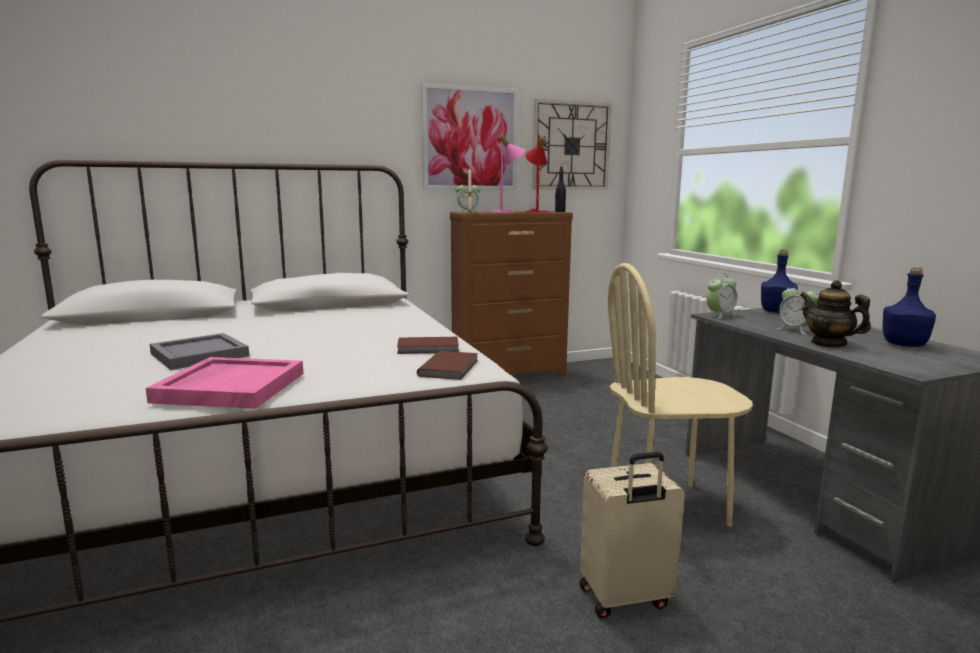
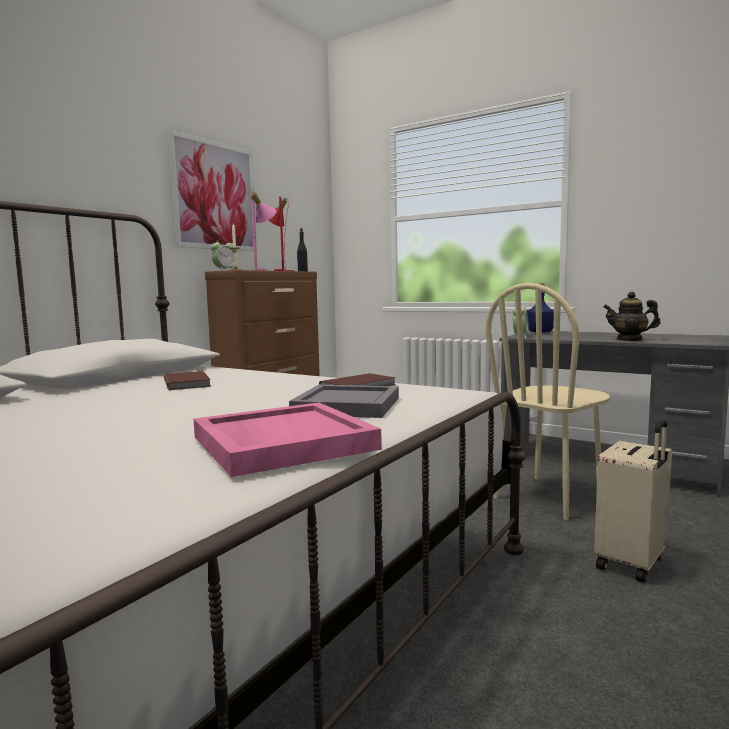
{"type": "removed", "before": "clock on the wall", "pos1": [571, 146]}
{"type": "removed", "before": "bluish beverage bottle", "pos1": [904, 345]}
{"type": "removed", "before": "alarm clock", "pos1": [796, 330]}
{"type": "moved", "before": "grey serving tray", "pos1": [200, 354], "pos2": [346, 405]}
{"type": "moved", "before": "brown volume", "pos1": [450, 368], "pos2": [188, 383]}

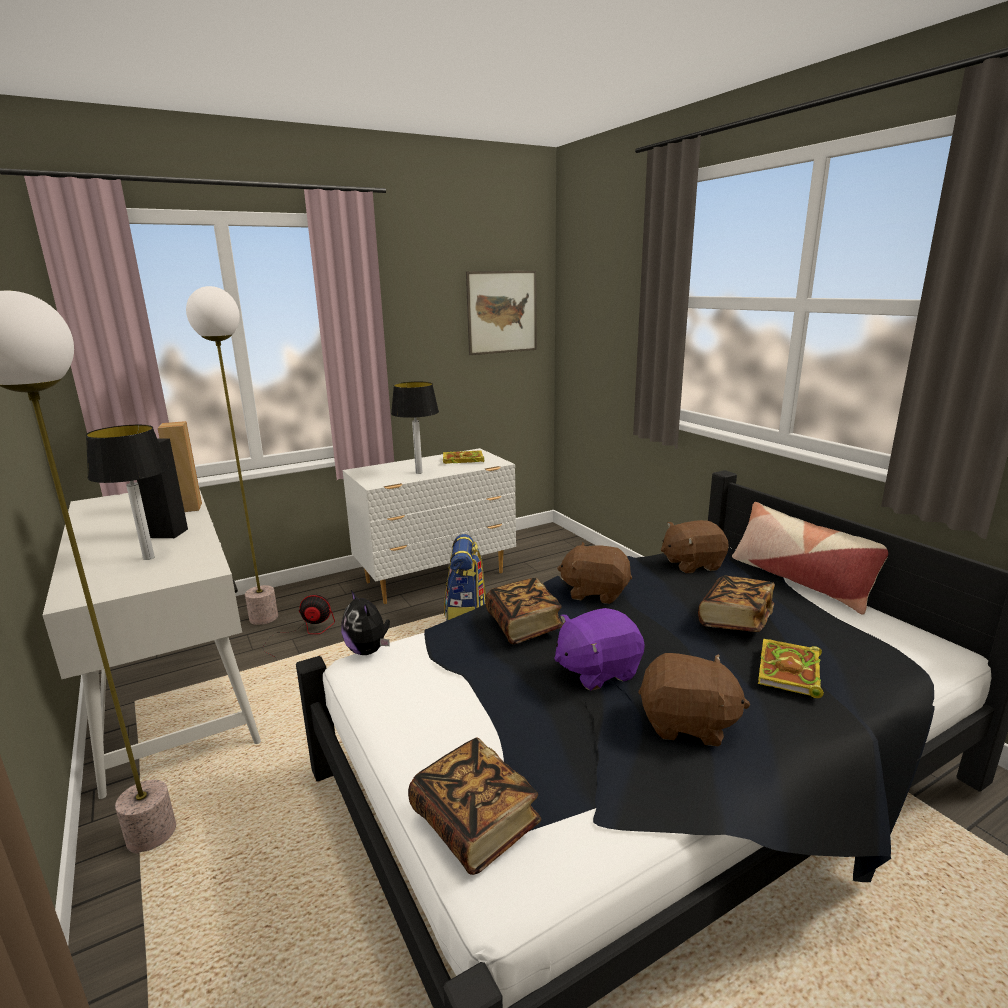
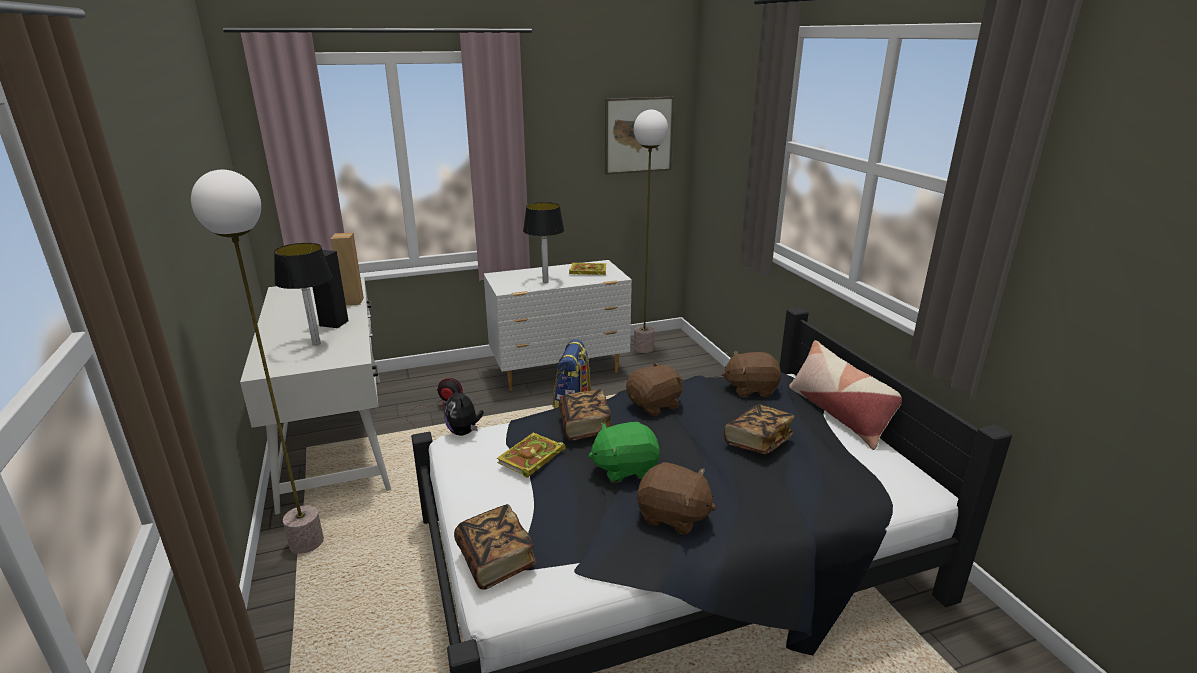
{"type": "moved", "before": "standing lamp", "pos1": [264, 617], "pos2": [644, 348]}
{"type": "turned", "before": "brown cuddly toy", "pos1": [595, 592], "pos2": [655, 405], "turn": 120}
{"type": "recoloured", "before": "purplish cuddly toy", "after": "green-coloured cuddly toy", "pos1": [597, 670], "pos2": [625, 468]}
{"type": "moved", "before": "volume", "pos1": [790, 672], "pos2": [530, 458]}

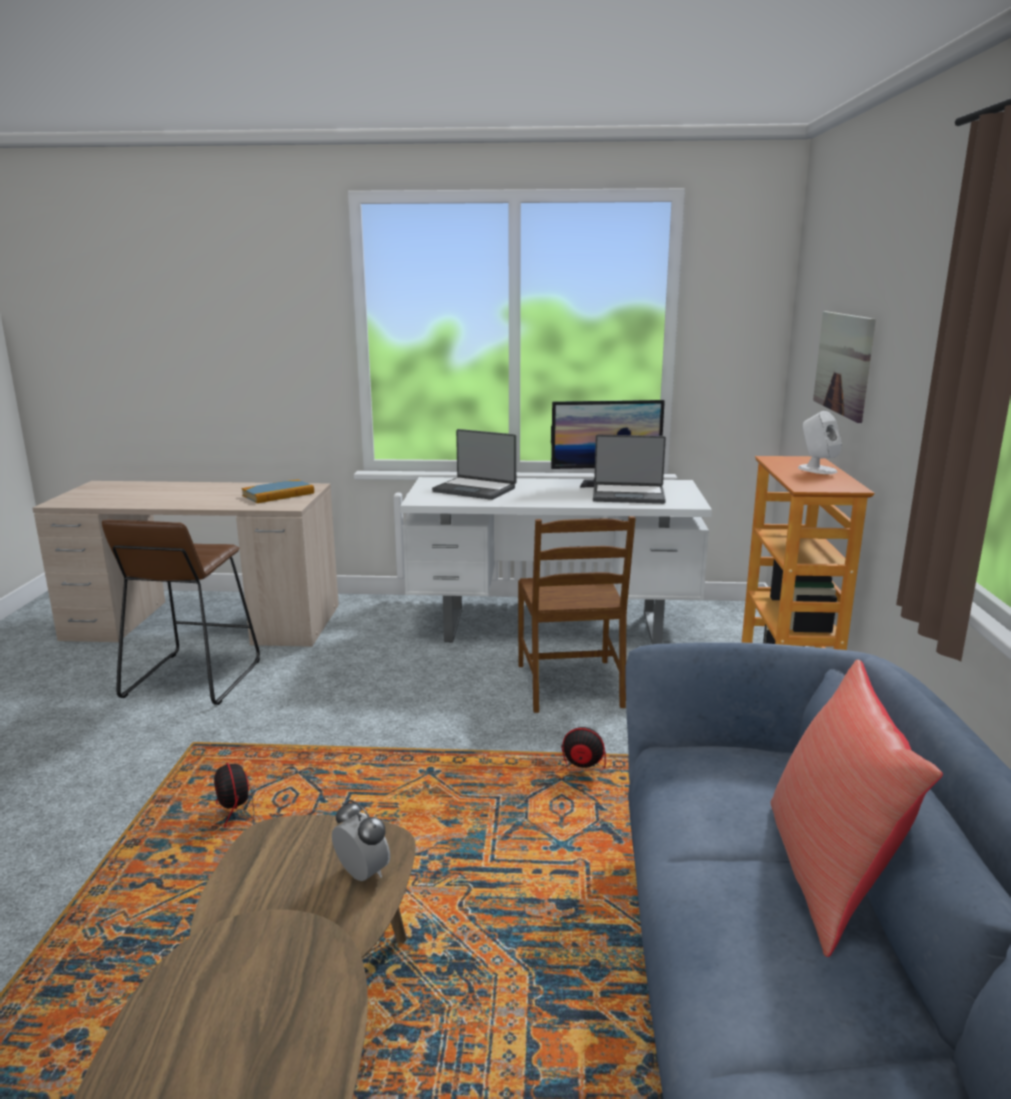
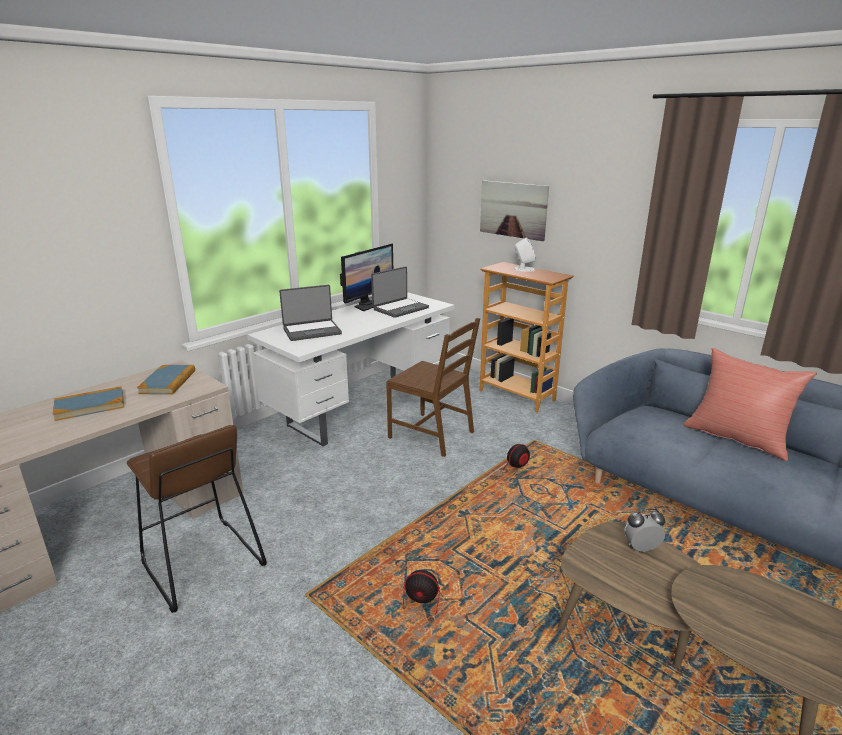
{"type": "added", "after": "volume", "pos2": [90, 406]}

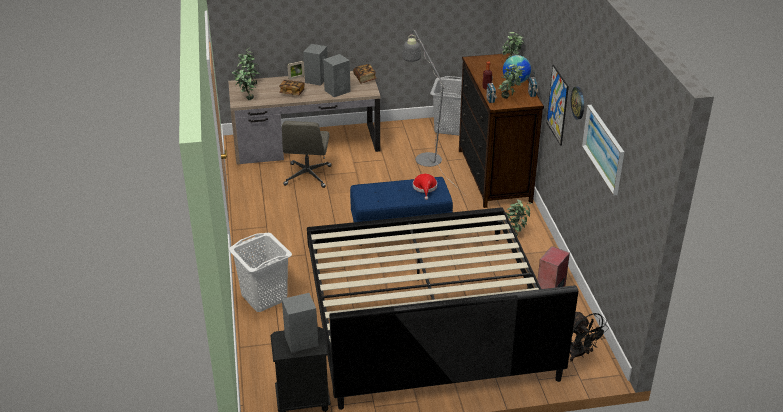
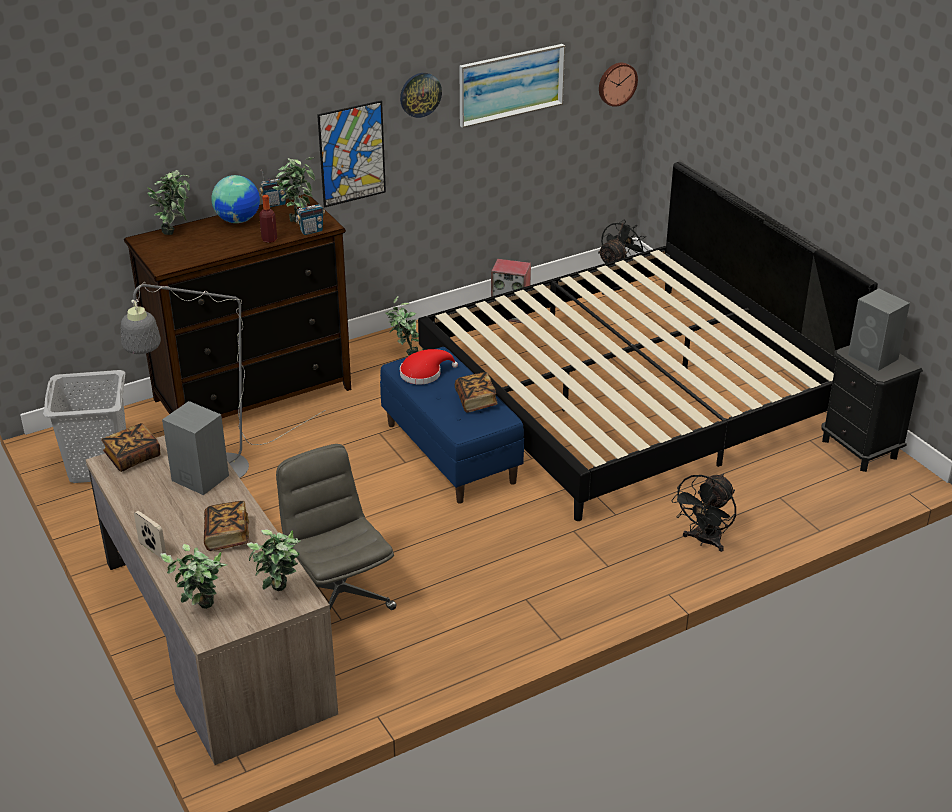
{"type": "removed", "before": "grey audio speaker", "pos1": [317, 79]}
{"type": "turned", "before": "grey desk chair", "pos1": [307, 176], "pos2": [338, 597], "turn": -105}
{"type": "replaced", "before": "whitish laundry basket", "after": "blackish fan", "pos1": [264, 298], "pos2": [704, 541]}
{"type": "added", "after": "clock on the wall", "pos2": [616, 83]}
{"type": "added", "after": "volume", "pos2": [476, 401]}

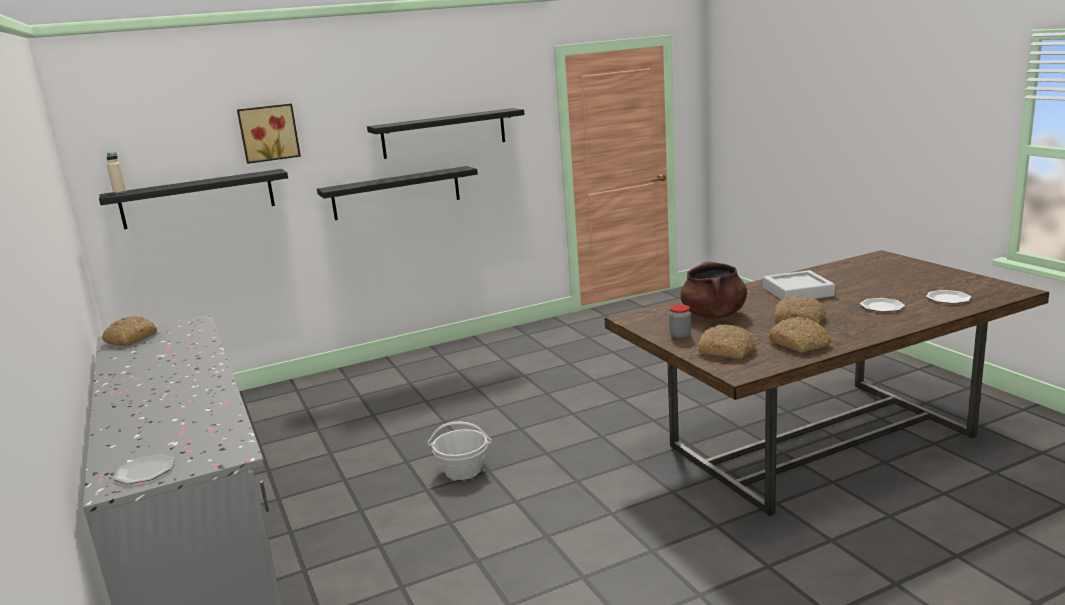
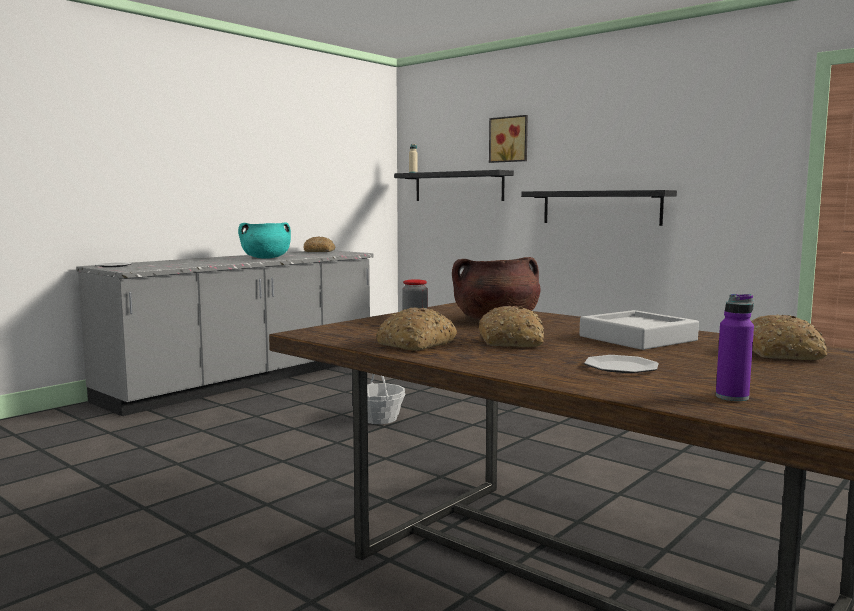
{"type": "removed", "before": "blackish shelf", "pos1": [444, 133]}
{"type": "replaced", "before": "dinner plate", "after": "purplish beverage bottle", "pos1": [948, 298], "pos2": [732, 397]}
{"type": "moved", "before": "bread", "pos1": [727, 351], "pos2": [782, 353]}
{"type": "added", "after": "turquoise-coloured cooking pot", "pos2": [266, 258]}

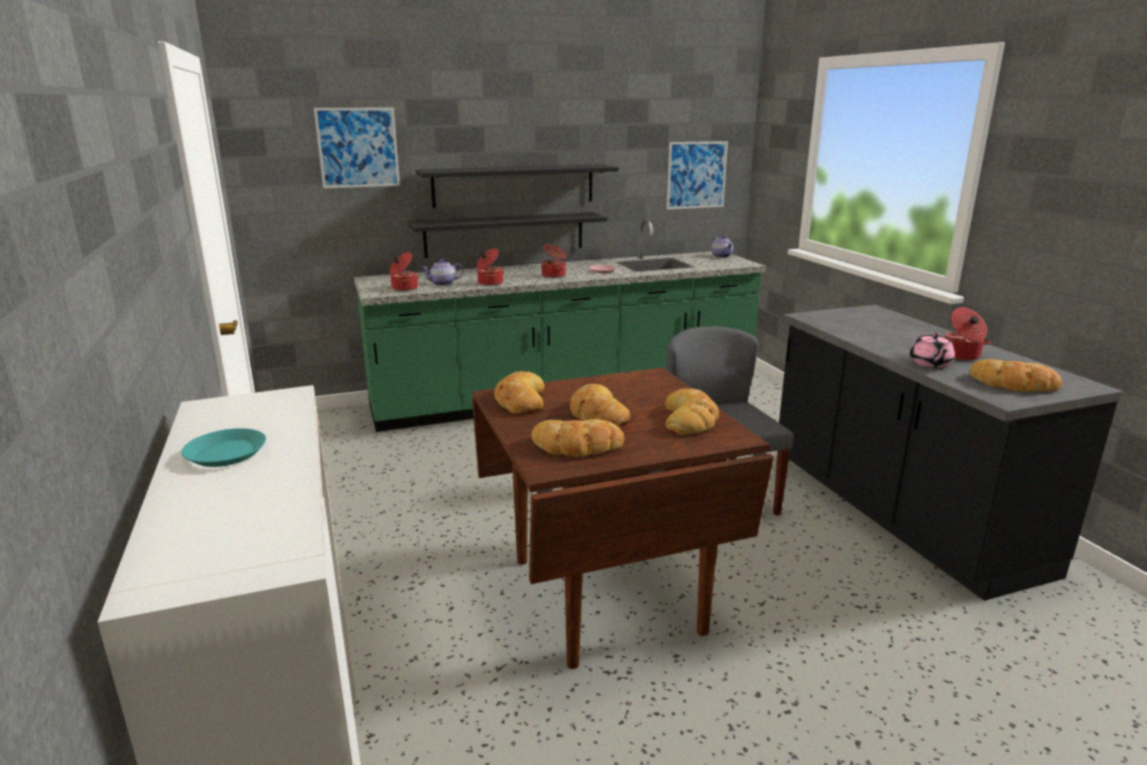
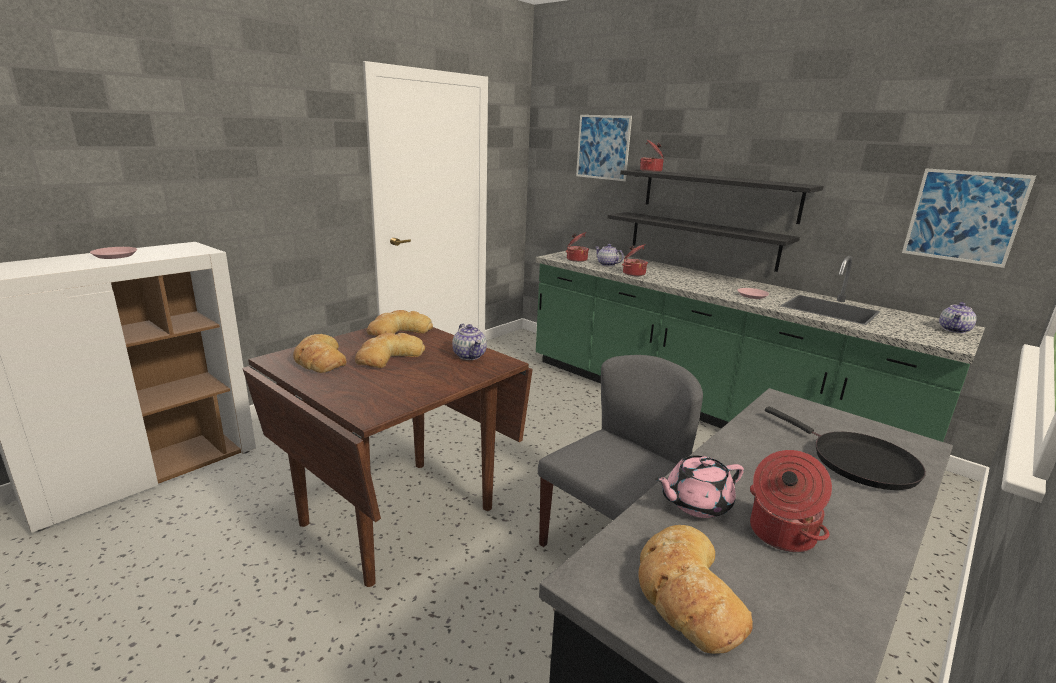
{"type": "moved", "before": "cooking pot", "pos1": [554, 275], "pos2": [651, 171]}
{"type": "removed", "before": "bread", "pos1": [690, 419]}
{"type": "recoloured", "before": "turquoise-coloured dinner plate", "after": "pink dinner plate", "pos1": [225, 453], "pos2": [115, 255]}
{"type": "added", "after": "tea pot", "pos2": [470, 356]}
{"type": "added", "after": "blackish pan", "pos2": [857, 462]}

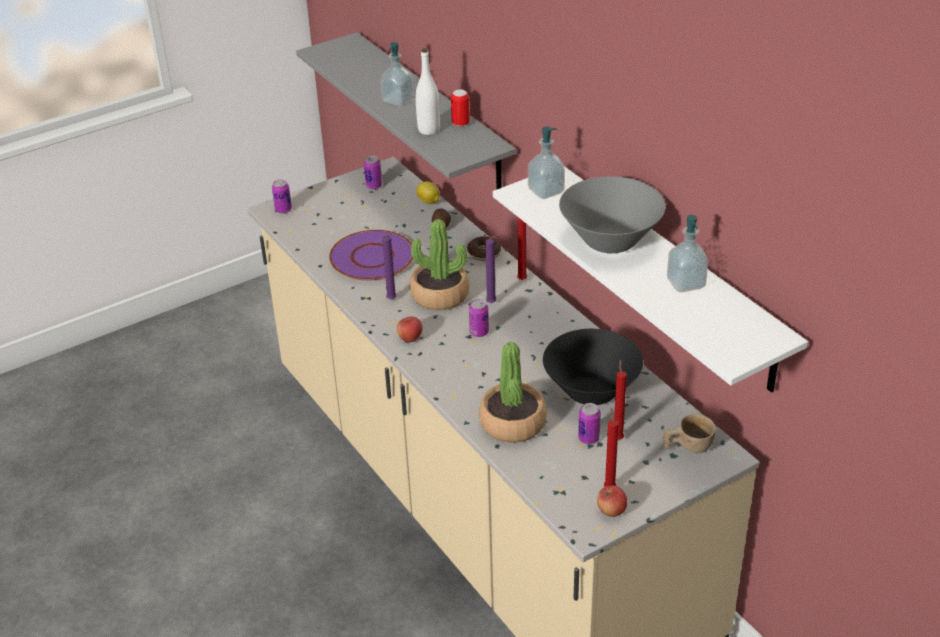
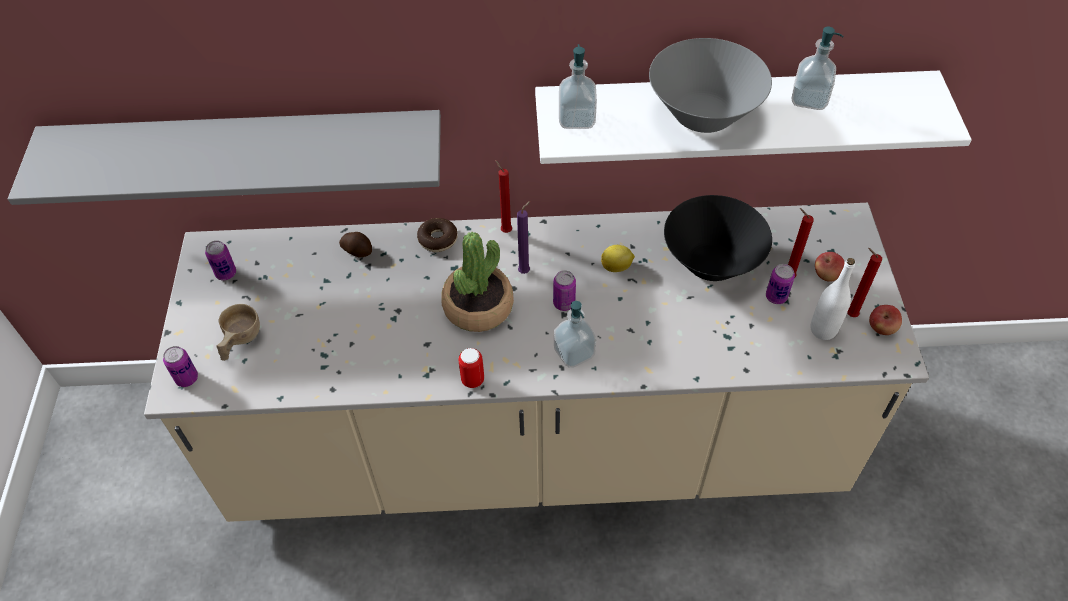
{"type": "moved", "before": "liquid soap bottle", "pos1": [398, 100], "pos2": [574, 353]}
{"type": "moved", "before": "whitish beverage bottle", "pos1": [428, 130], "pos2": [823, 330]}
{"type": "moved", "before": "metal can", "pos1": [460, 123], "pos2": [472, 380]}
{"type": "moved", "before": "whole lemon", "pos1": [429, 202], "pos2": [617, 267]}
{"type": "removed", "before": "purplish dinner plate", "pos1": [372, 257]}
{"type": "removed", "before": "purplish wax light", "pos1": [392, 300]}
{"type": "moved", "before": "apple", "pos1": [410, 338], "pos2": [826, 275]}
{"type": "removed", "before": "plant in a pot", "pos1": [513, 423]}
{"type": "moved", "before": "beige-coloured small cup", "pos1": [687, 447], "pos2": [239, 342]}

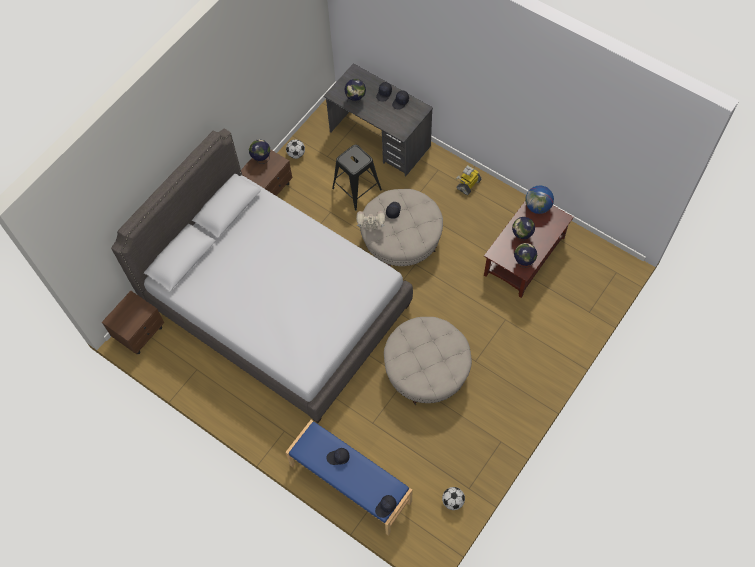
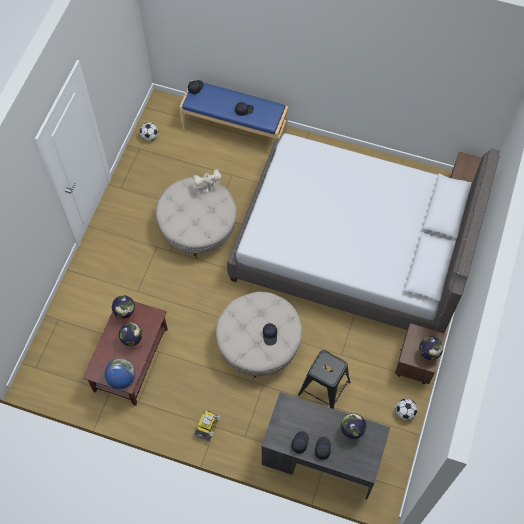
{"type": "moved", "before": "robot figure", "pos1": [371, 228], "pos2": [208, 187]}

